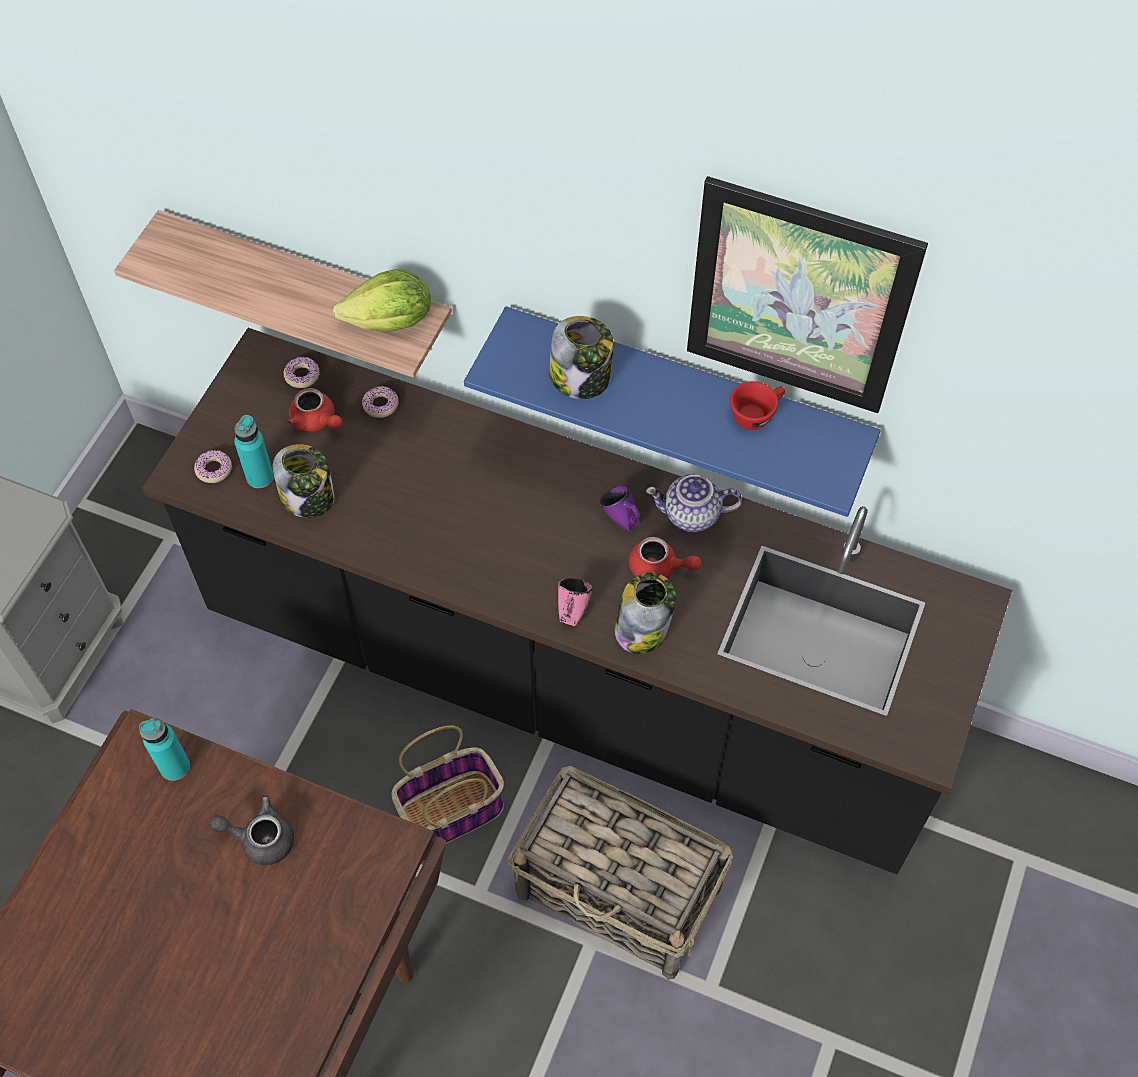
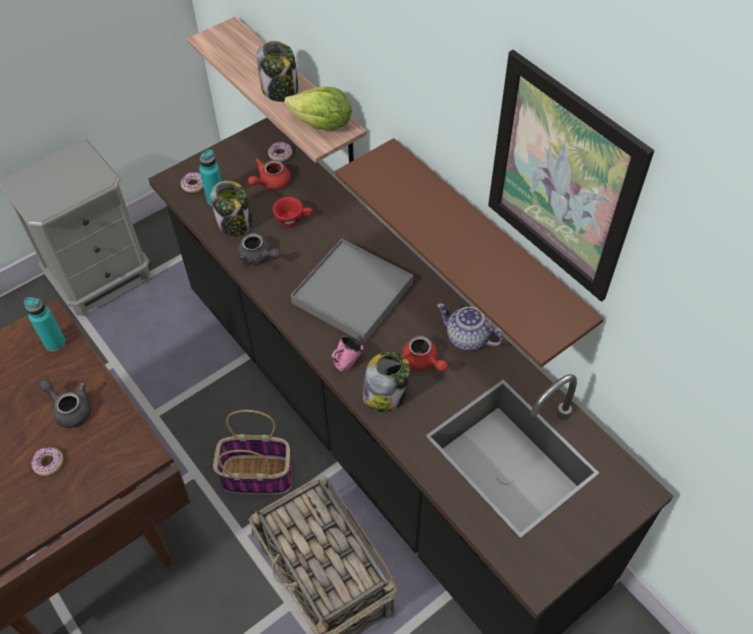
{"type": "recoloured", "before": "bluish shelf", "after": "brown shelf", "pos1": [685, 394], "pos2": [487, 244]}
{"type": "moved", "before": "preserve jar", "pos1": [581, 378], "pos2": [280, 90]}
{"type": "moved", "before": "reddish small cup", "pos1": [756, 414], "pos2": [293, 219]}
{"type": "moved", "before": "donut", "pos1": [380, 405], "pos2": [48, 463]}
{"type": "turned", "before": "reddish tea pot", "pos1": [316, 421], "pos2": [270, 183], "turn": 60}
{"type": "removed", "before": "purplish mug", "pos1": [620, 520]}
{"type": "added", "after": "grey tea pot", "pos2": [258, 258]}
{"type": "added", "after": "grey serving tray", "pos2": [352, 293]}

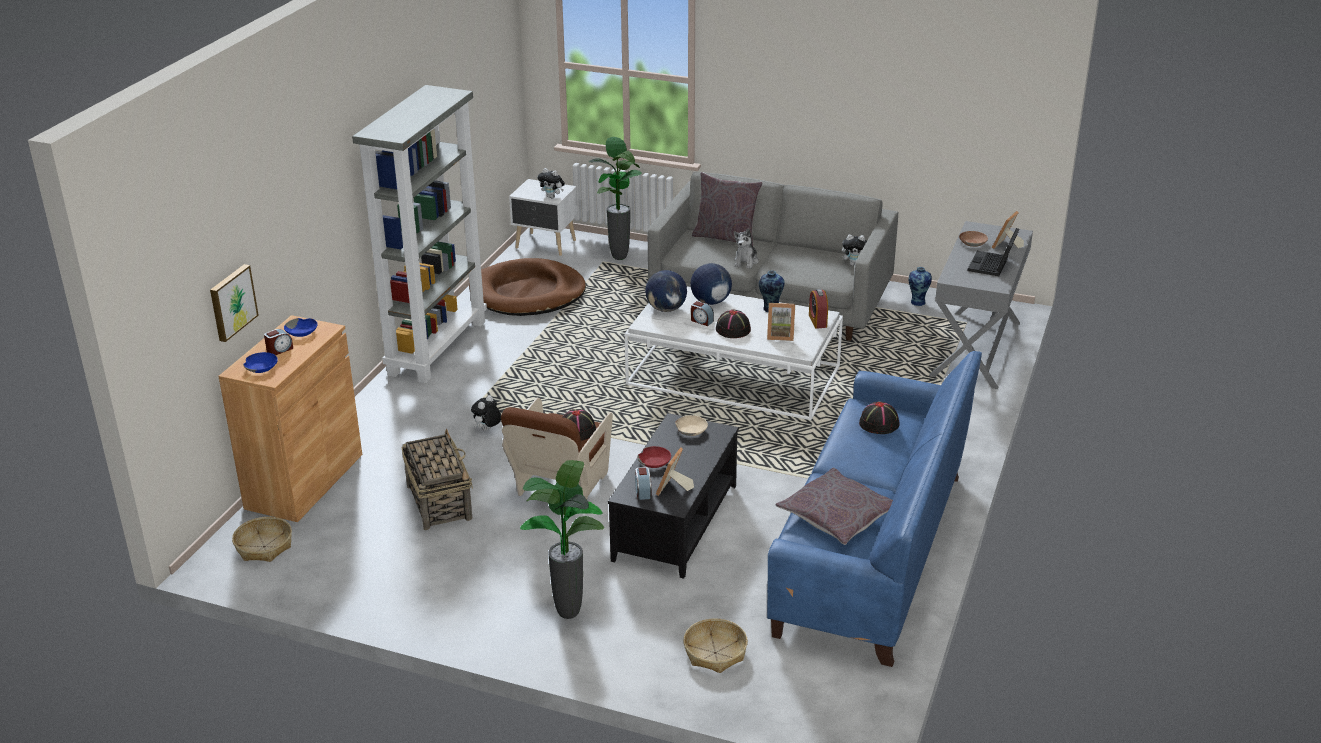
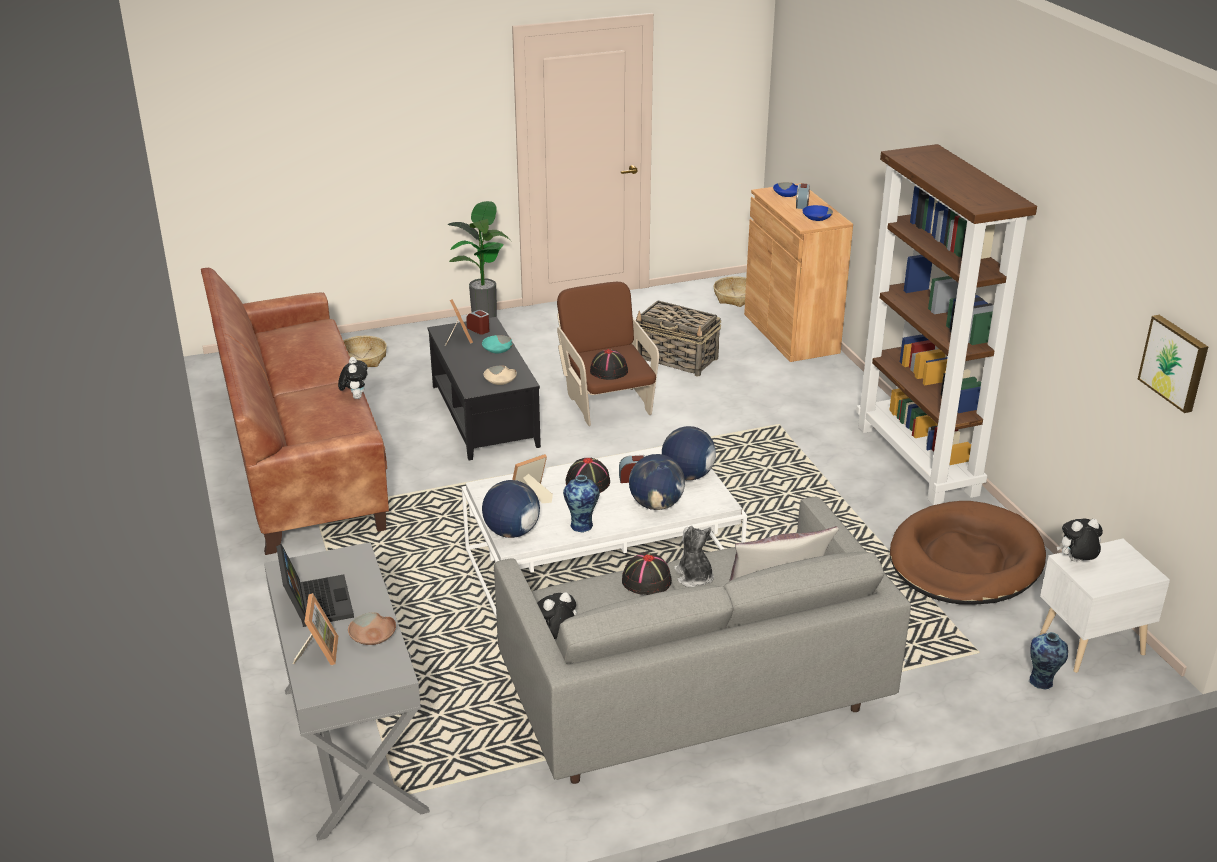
{"type": "recoloured", "before": "grey bookshelf", "after": "brown bookshelf", "pos1": [437, 347], "pos2": [918, 460]}
{"type": "removed", "before": "plant in a pot", "pos1": [620, 257]}
{"type": "moved", "before": "wall art", "pos1": [231, 302], "pos2": [1175, 362]}
{"type": "moved", "before": "flower vase", "pos1": [917, 302], "pos2": [1042, 682]}
{"type": "replaced", "before": "alarm clock", "after": "desk globe", "pos1": [817, 321], "pos2": [511, 532]}
{"type": "recoloured", "before": "bluish settee", "after": "brown settee", "pos1": [872, 551], "pos2": [301, 459]}
{"type": "moved", "before": "cuddly toy", "pos1": [487, 430], "pos2": [355, 396]}
{"type": "moved", "before": "blackish clothing hat", "pos1": [879, 424], "pos2": [646, 580]}
{"type": "recoloured", "before": "reddish serving bowl", "after": "turquoise-coloured serving bowl", "pos1": [655, 462], "pos2": [497, 349]}
{"type": "removed", "before": "grey cushion", "pos1": [838, 516]}

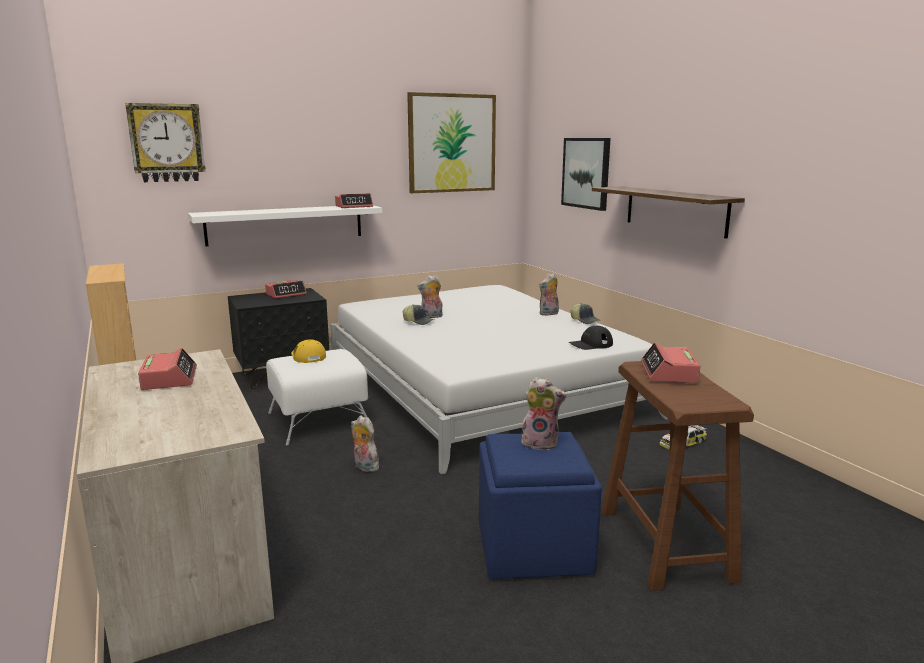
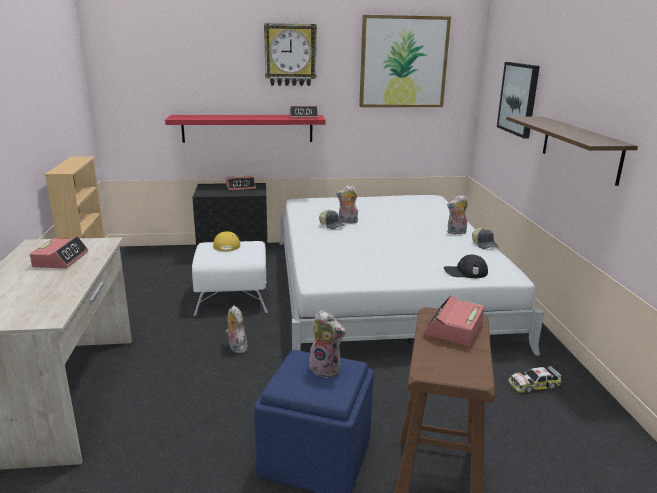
{"type": "moved", "before": "clock on the wall", "pos1": [167, 143], "pos2": [290, 55]}
{"type": "recoloured", "before": "whitish shelf", "after": "reddish shelf", "pos1": [285, 224], "pos2": [247, 128]}

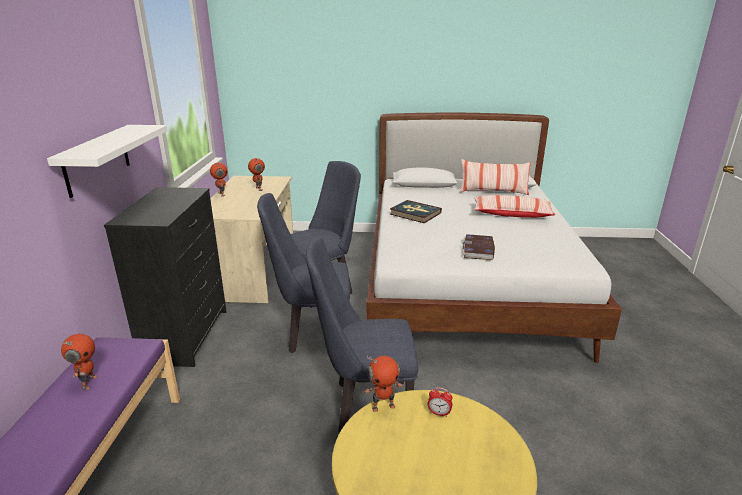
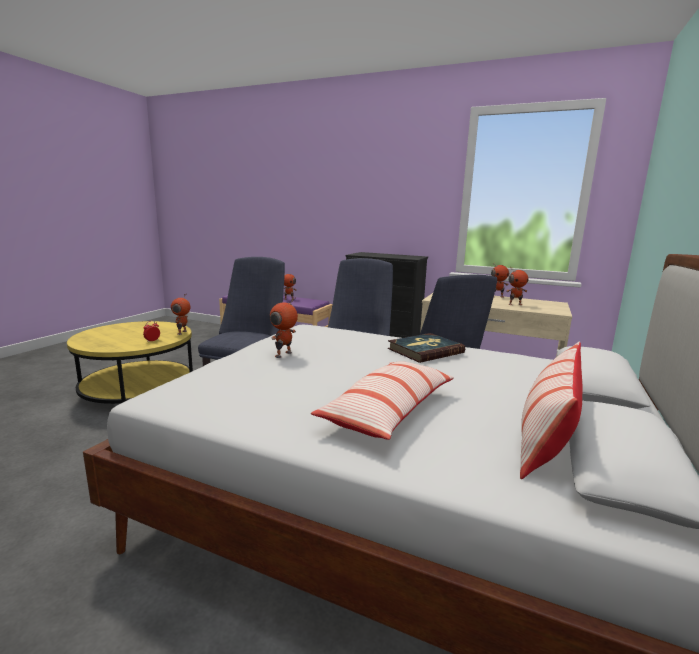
{"type": "removed", "before": "whitish shelf", "pos1": [97, 159]}
{"type": "replaced", "before": "volume", "after": "robot figure", "pos1": [478, 249], "pos2": [284, 355]}

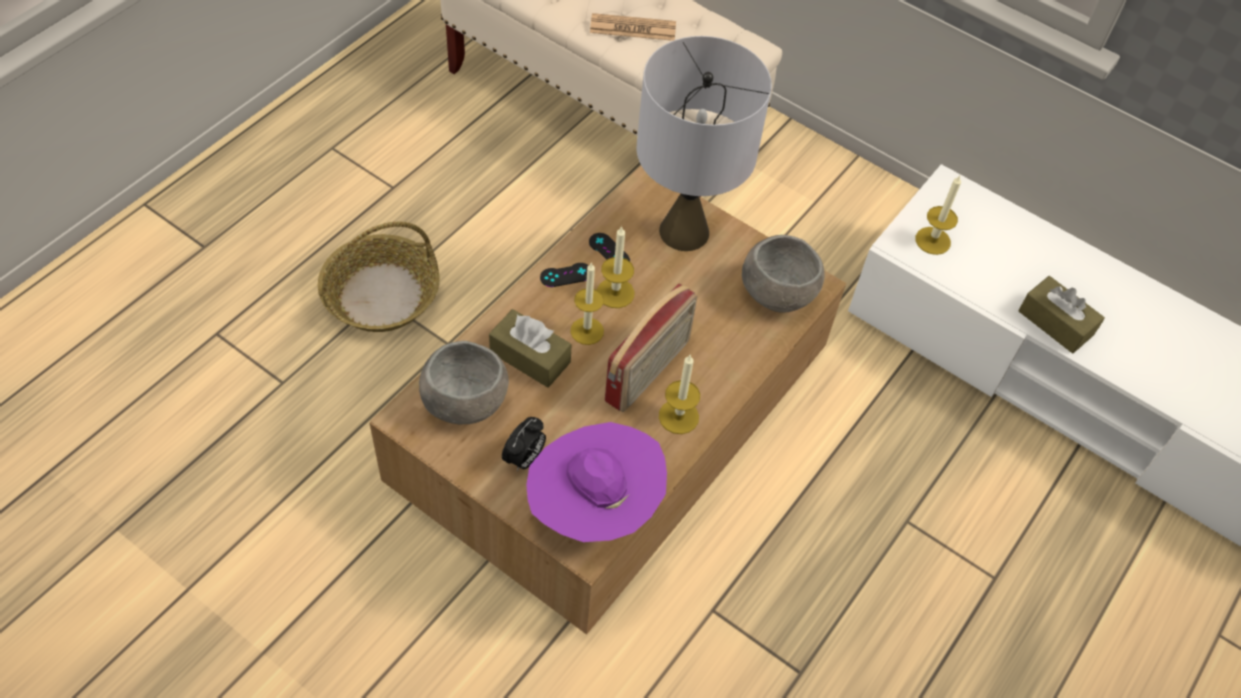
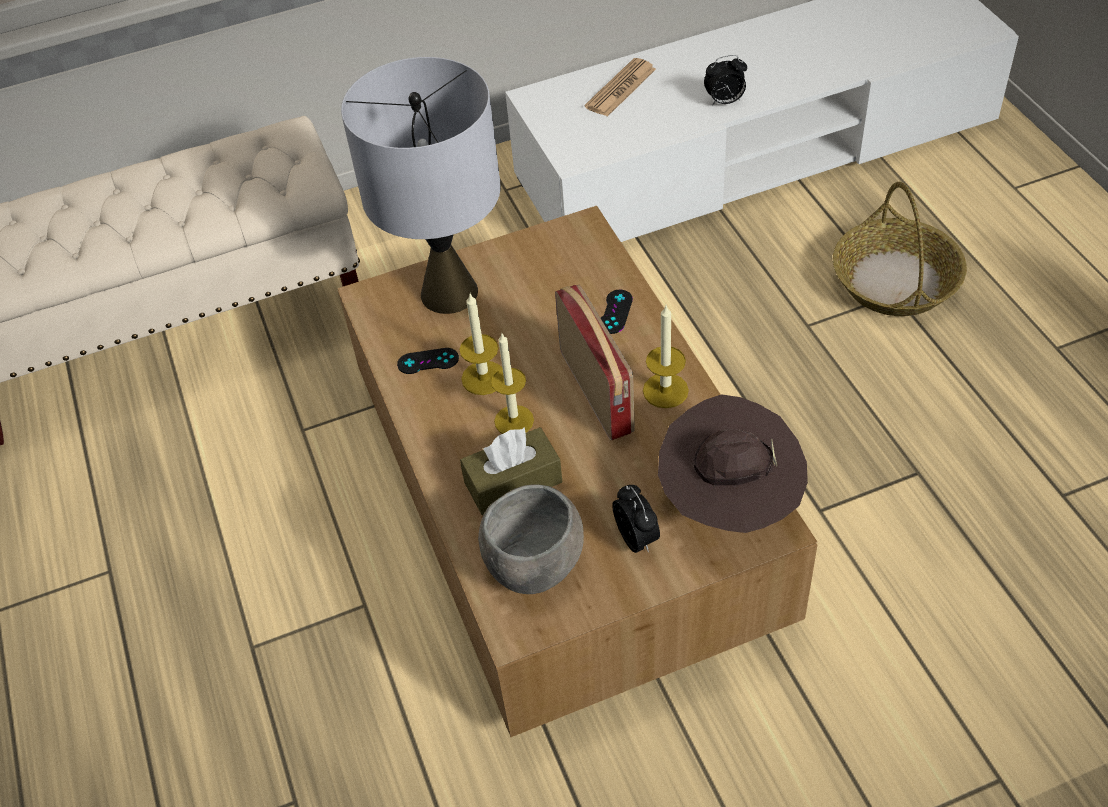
{"type": "moved", "before": "newspaper", "pos1": [633, 28], "pos2": [620, 88]}
{"type": "removed", "before": "wax light", "pos1": [933, 240]}
{"type": "moved", "before": "storage basket", "pos1": [381, 295], "pos2": [894, 281]}
{"type": "removed", "before": "grey serving bowl", "pos1": [776, 294]}
{"type": "moved", "before": "blackish game controller", "pos1": [566, 275], "pos2": [615, 312]}
{"type": "replaced", "before": "brown tissue holder", "after": "alarm clock", "pos1": [1055, 323], "pos2": [724, 101]}
{"type": "recoloured", "before": "purplish clothing hat", "after": "brown clothing hat", "pos1": [594, 506], "pos2": [729, 502]}

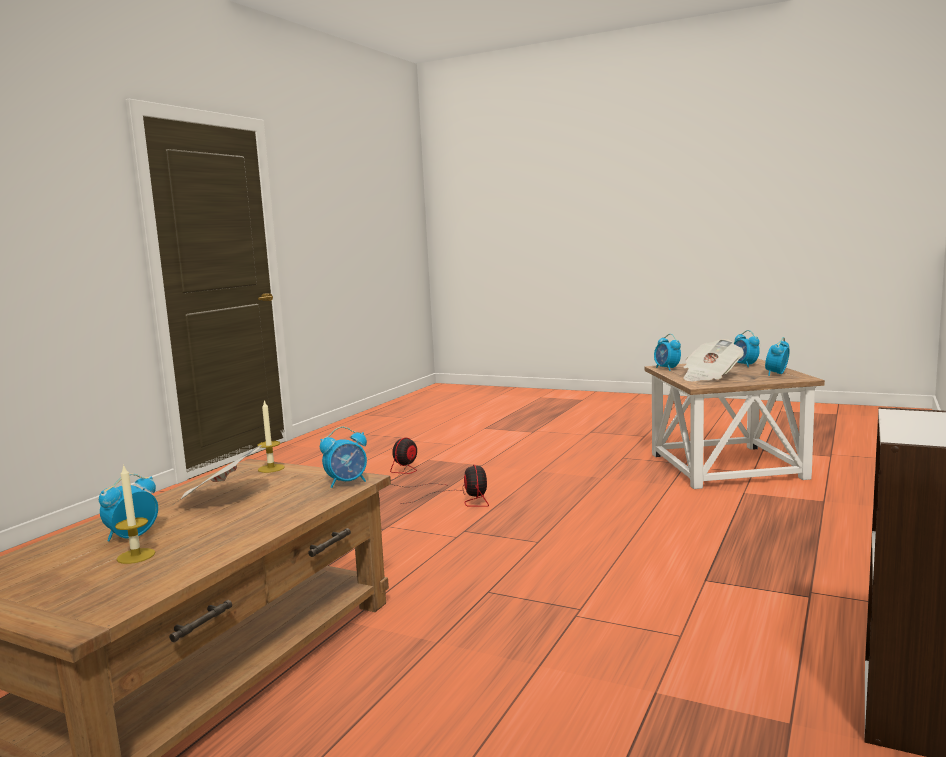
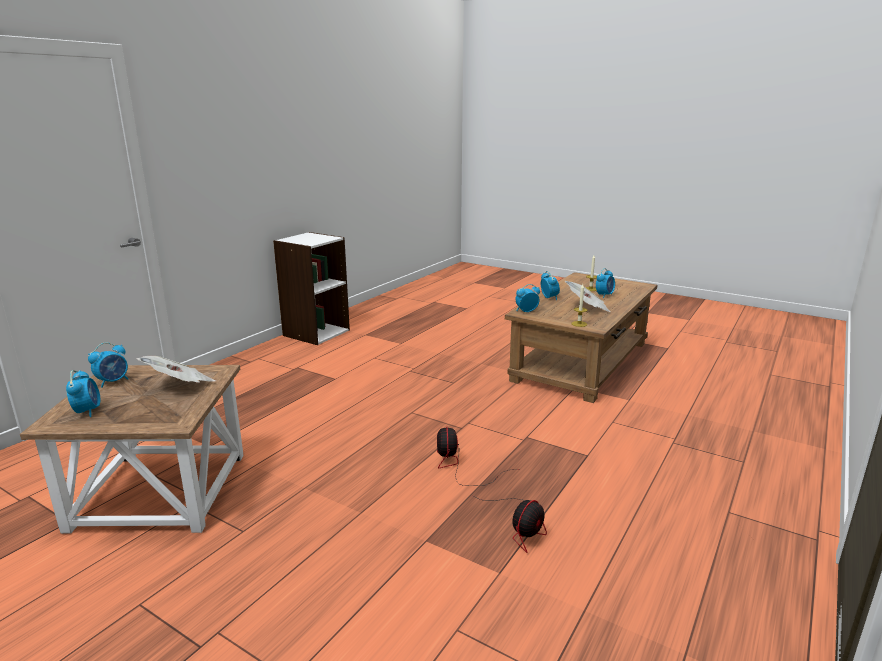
{"type": "moved", "before": "alarm clock", "pos1": [667, 369], "pos2": [549, 297]}

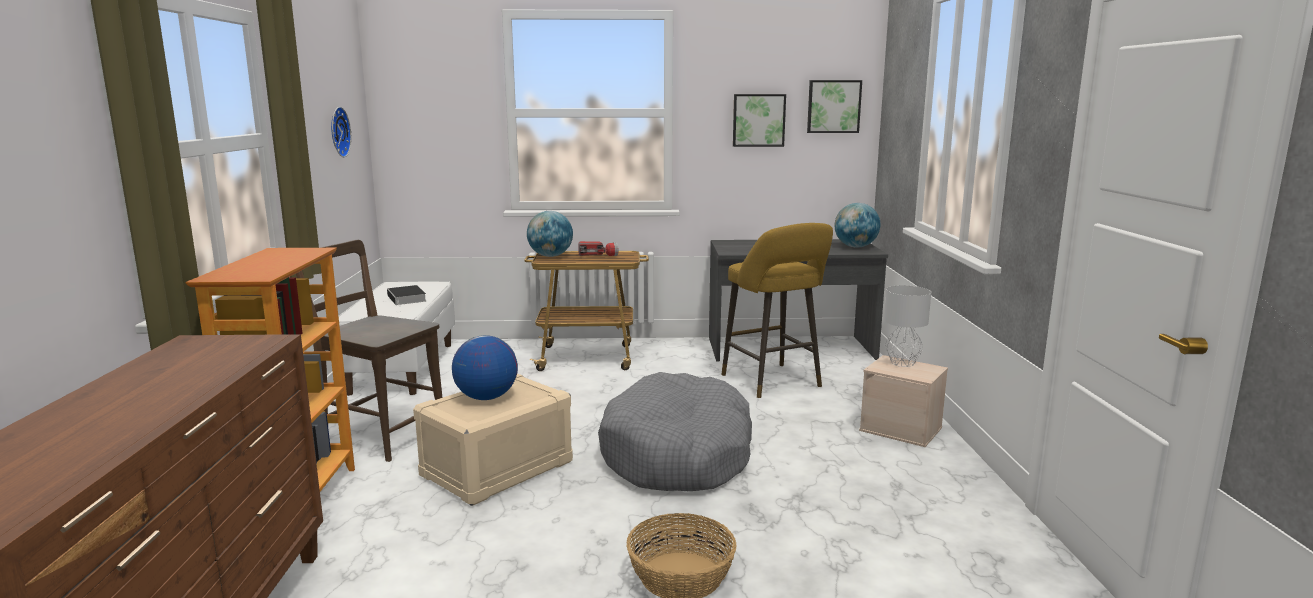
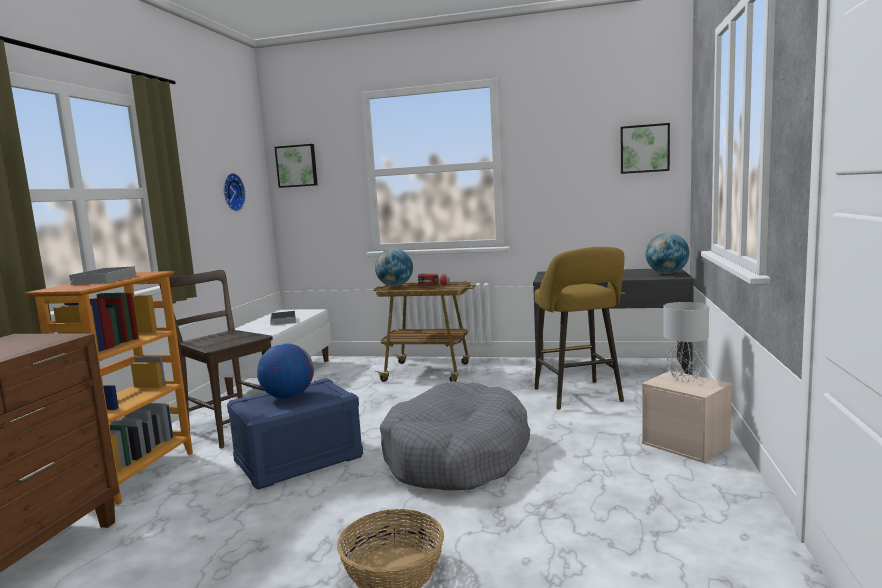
{"type": "moved", "before": "wall art", "pos1": [758, 120], "pos2": [297, 166]}
{"type": "recoloured", "before": "beige-coloured storage box", "after": "bluish storage box", "pos1": [497, 469], "pos2": [298, 460]}
{"type": "added", "after": "volume", "pos2": [105, 280]}

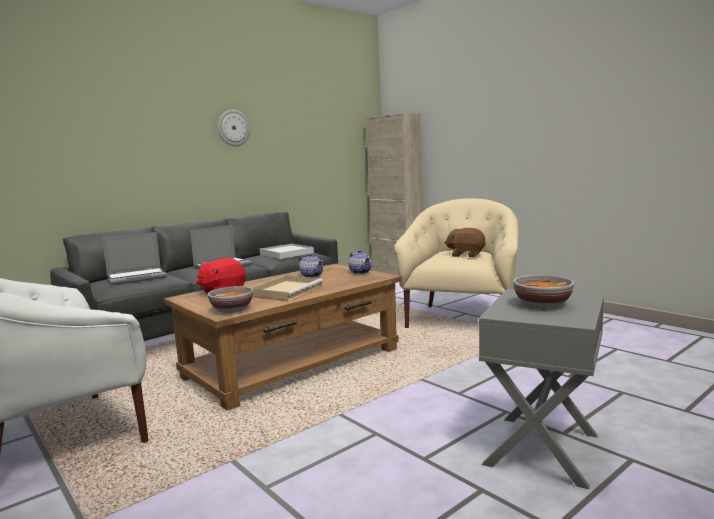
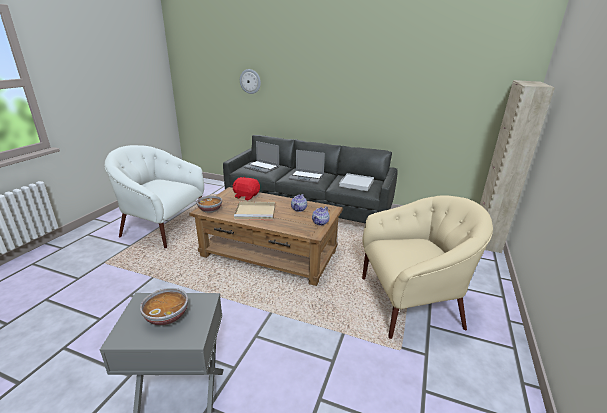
{"type": "moved", "before": "clock on the wall", "pos1": [233, 128], "pos2": [250, 81]}
{"type": "removed", "before": "brown cuddly toy", "pos1": [466, 255]}

